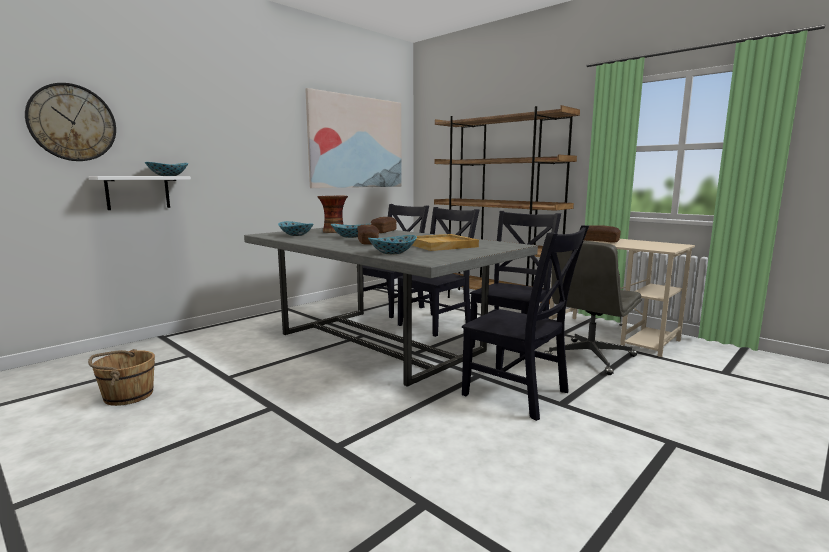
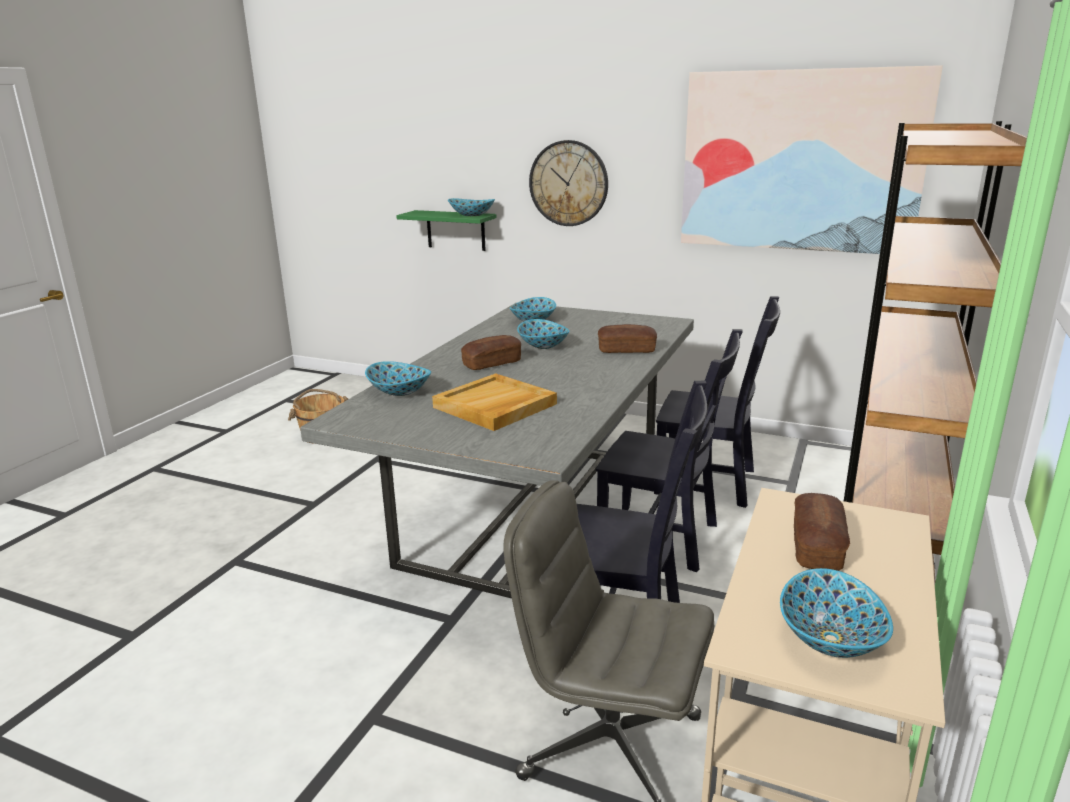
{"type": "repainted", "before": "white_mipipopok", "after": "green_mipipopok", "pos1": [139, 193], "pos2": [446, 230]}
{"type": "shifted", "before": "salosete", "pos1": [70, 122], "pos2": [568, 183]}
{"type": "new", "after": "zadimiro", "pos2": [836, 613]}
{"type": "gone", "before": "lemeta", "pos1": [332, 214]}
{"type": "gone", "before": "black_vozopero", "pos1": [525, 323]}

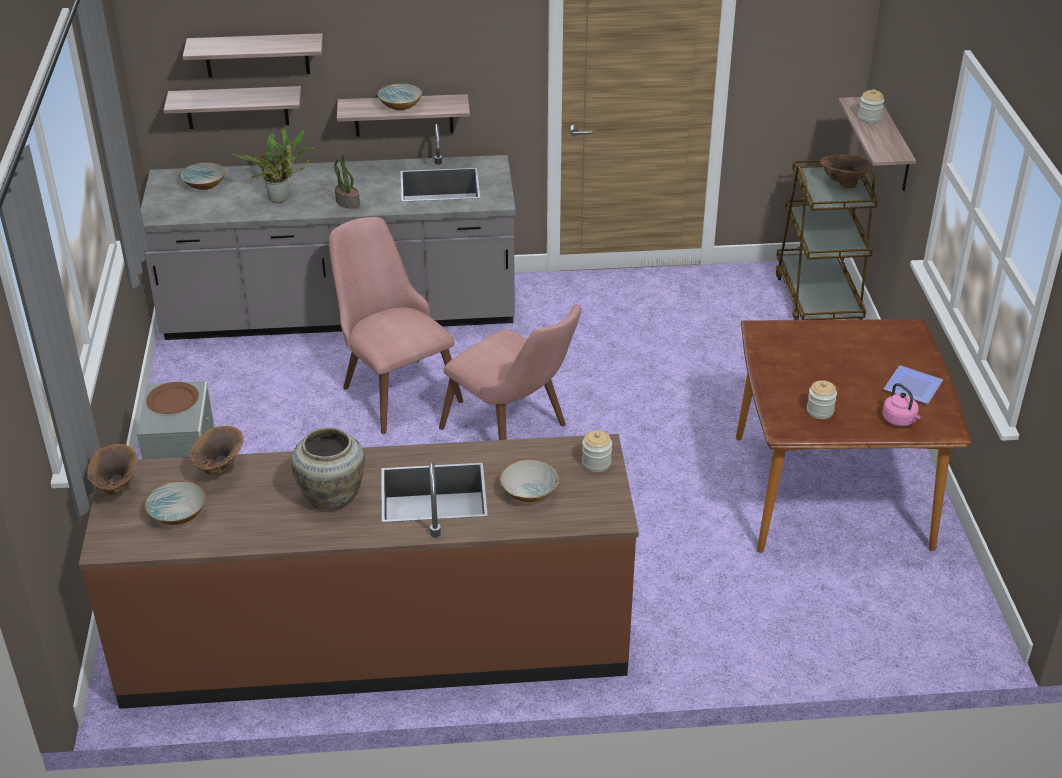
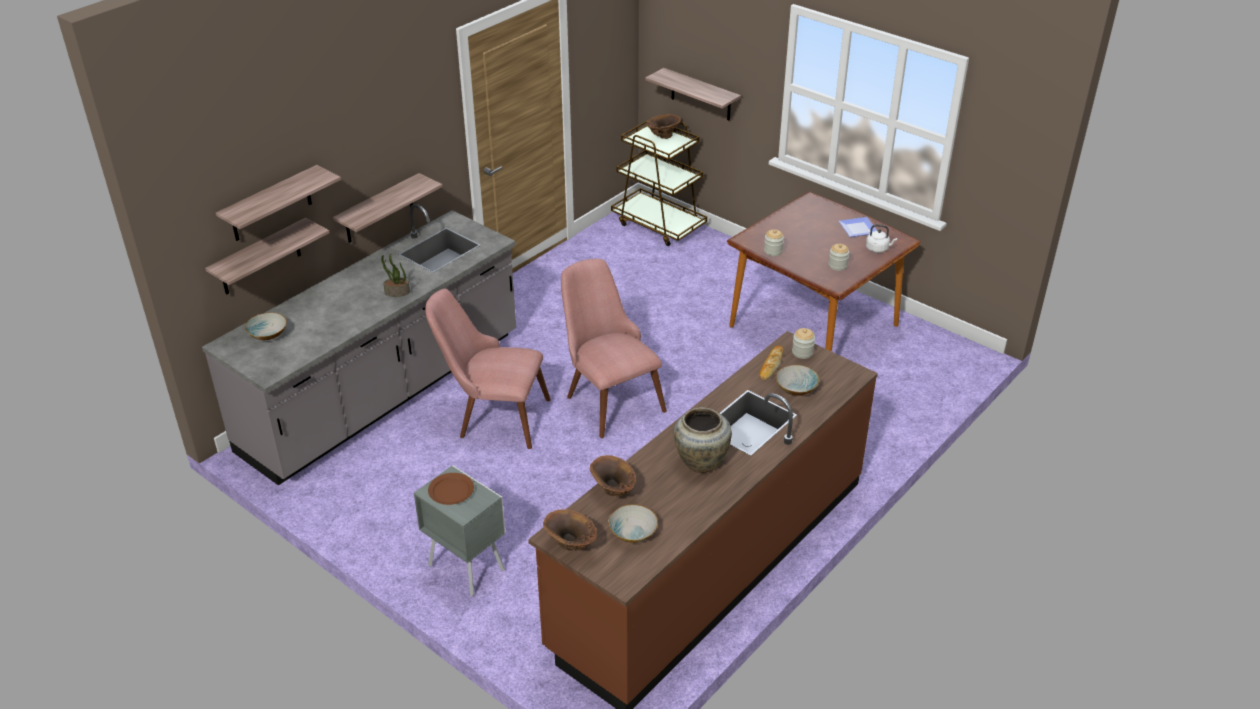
{"type": "rotated", "before": "pink_vozopero", "pos1": [510, 372], "pos2": [614, 348], "turn": -120}
{"type": "new", "after": "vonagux", "pos2": [771, 363]}
{"type": "shifted", "before": "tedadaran", "pos1": [871, 106], "pos2": [774, 242]}
{"type": "repainted", "before": "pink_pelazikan", "after": "white_pelazikan", "pos1": [902, 405], "pos2": [881, 238]}
{"type": "gone", "before": "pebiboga", "pos1": [274, 166]}
{"type": "gone", "before": "zadimiro", "pos1": [400, 97]}

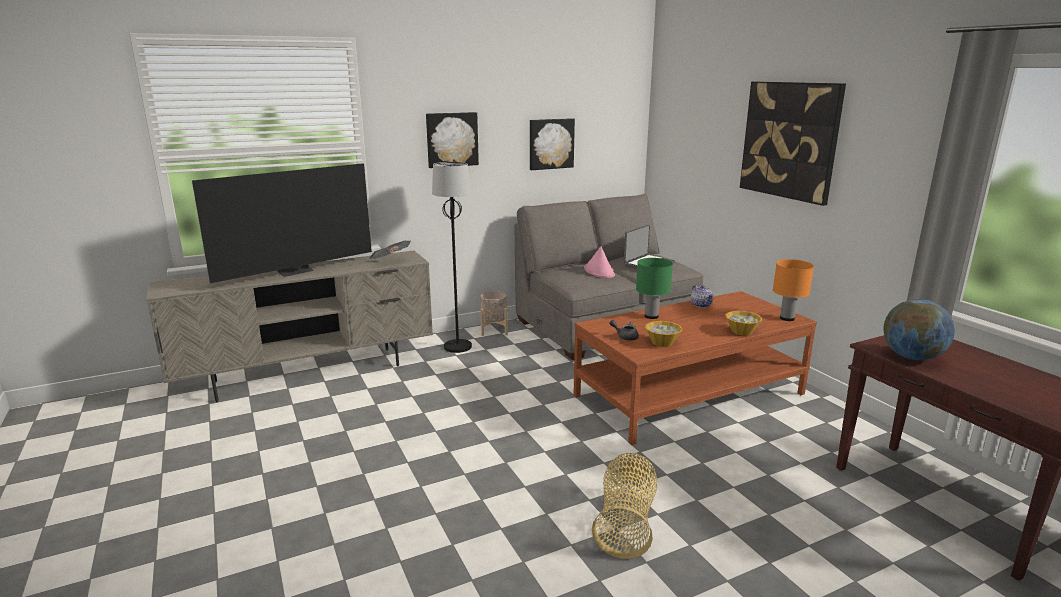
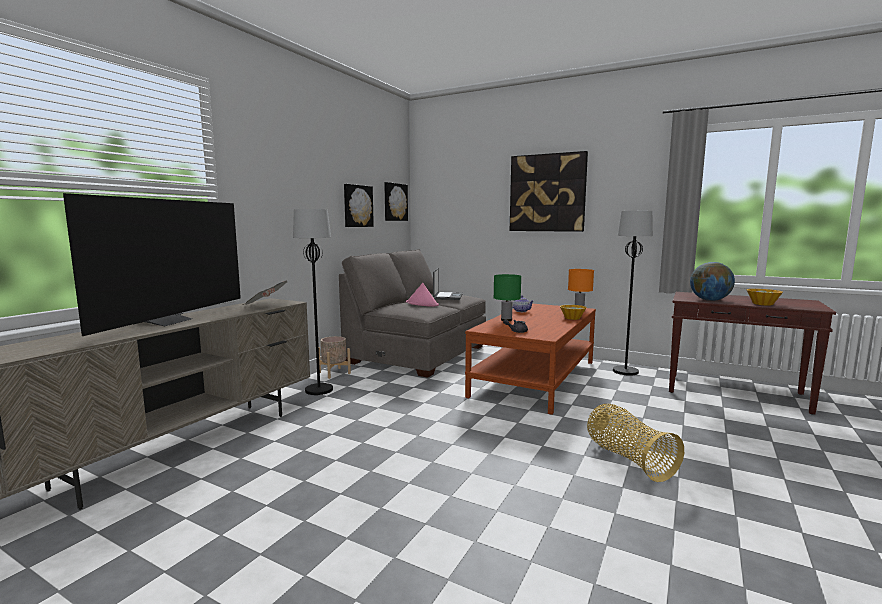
{"type": "shifted", "before": "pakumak", "pos1": [452, 140], "pos2": [396, 201]}
{"type": "new", "after": "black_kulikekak", "pos2": [633, 293]}
{"type": "shifted", "before": "zadimiro", "pos1": [664, 334], "pos2": [764, 297]}

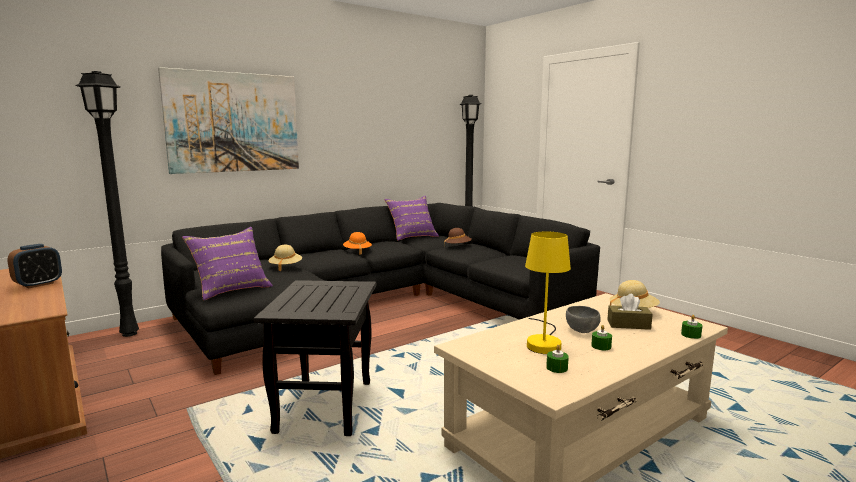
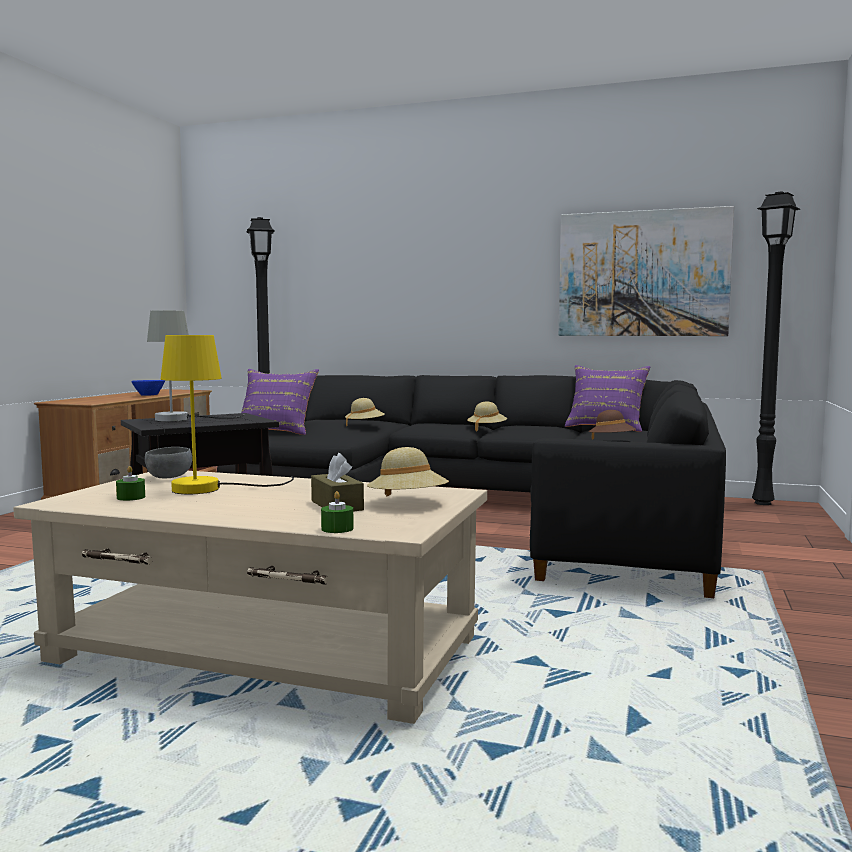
{"type": "swapped", "before": "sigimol", "after": "blue_zadimiro", "pos1": [34, 266], "pos2": [148, 388]}
{"type": "shifted", "before": "grey_zadimiro", "pos1": [583, 319], "pos2": [168, 462]}
{"type": "new", "after": "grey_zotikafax", "pos2": [196, 366]}
{"type": "repainted", "before": "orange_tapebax", "after": "beige_tapebax", "pos1": [357, 243], "pos2": [487, 416]}
{"type": "shifted", "before": "pakumak", "pos1": [228, 120], "pos2": [646, 271]}
{"type": "gone", "before": "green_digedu", "pos1": [601, 337]}

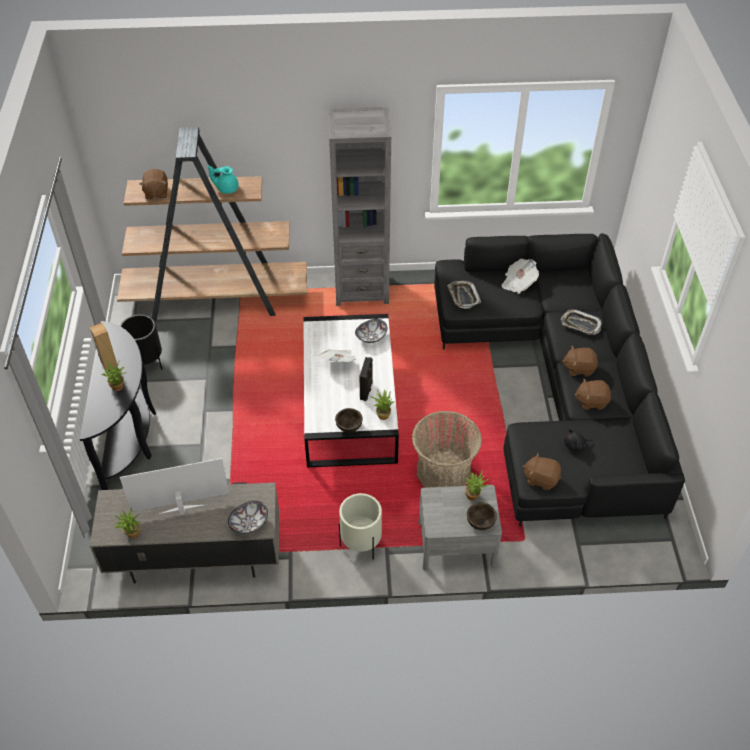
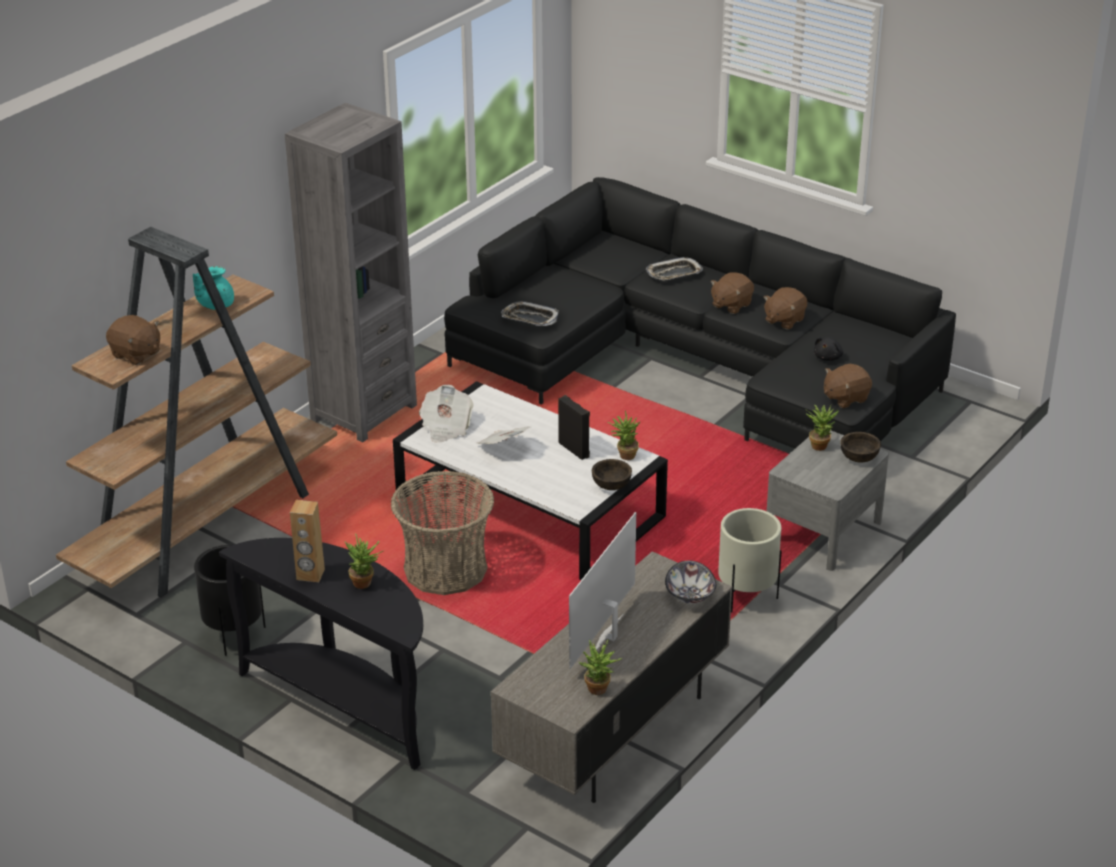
{"type": "shifted", "before": "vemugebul", "pos1": [447, 449], "pos2": [442, 533]}
{"type": "shifted", "before": "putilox", "pos1": [520, 276], "pos2": [446, 414]}
{"type": "gone", "before": "zadimiro", "pos1": [371, 331]}

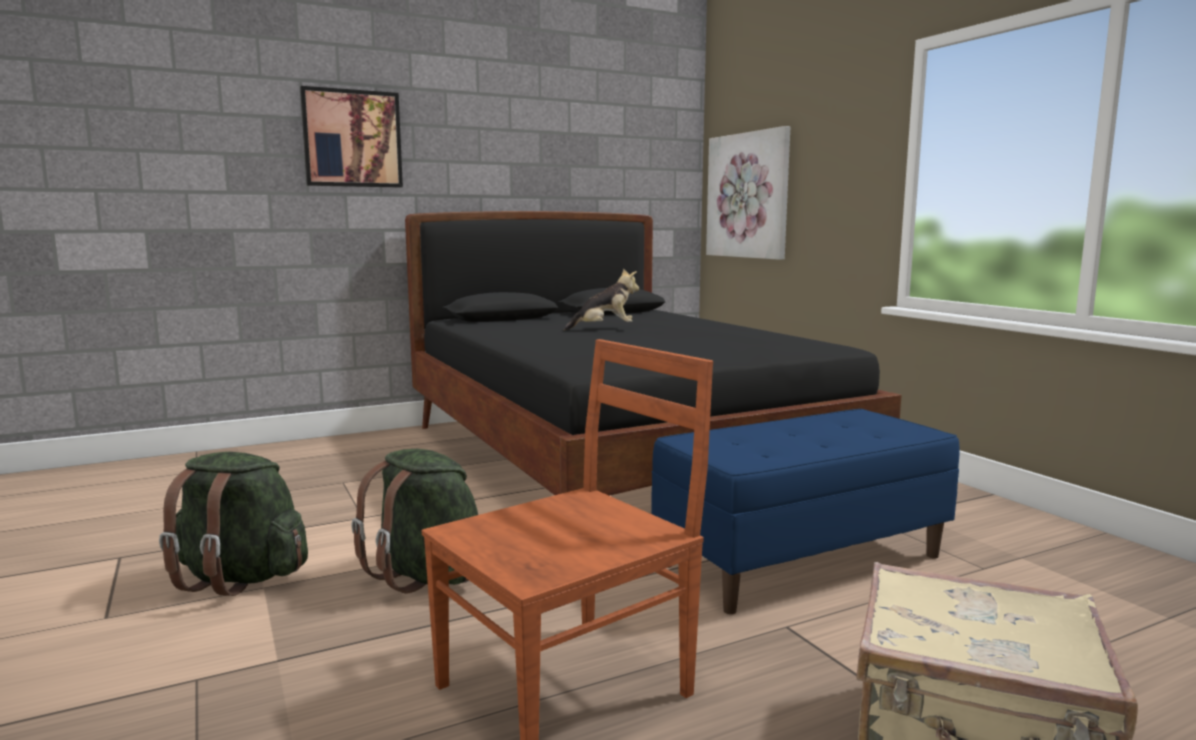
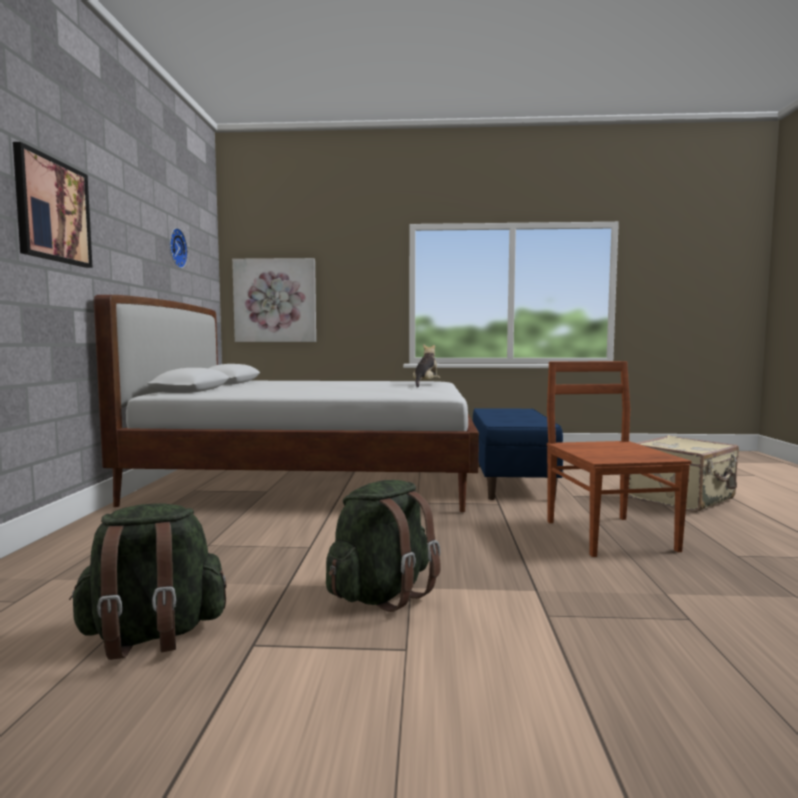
{"type": "shifted", "before": "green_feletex", "pos1": [414, 521], "pos2": [148, 581]}
{"type": "repainted", "before": "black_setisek", "after": "white_setisek", "pos1": [653, 353], "pos2": [286, 403]}
{"type": "new", "after": "salosete", "pos2": [179, 248]}
{"type": "shifted", "before": "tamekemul", "pos1": [601, 300], "pos2": [426, 365]}

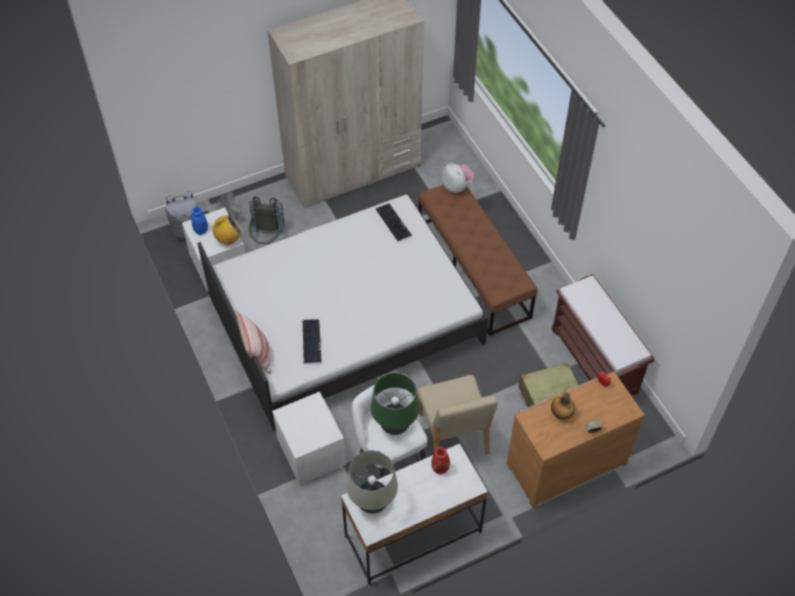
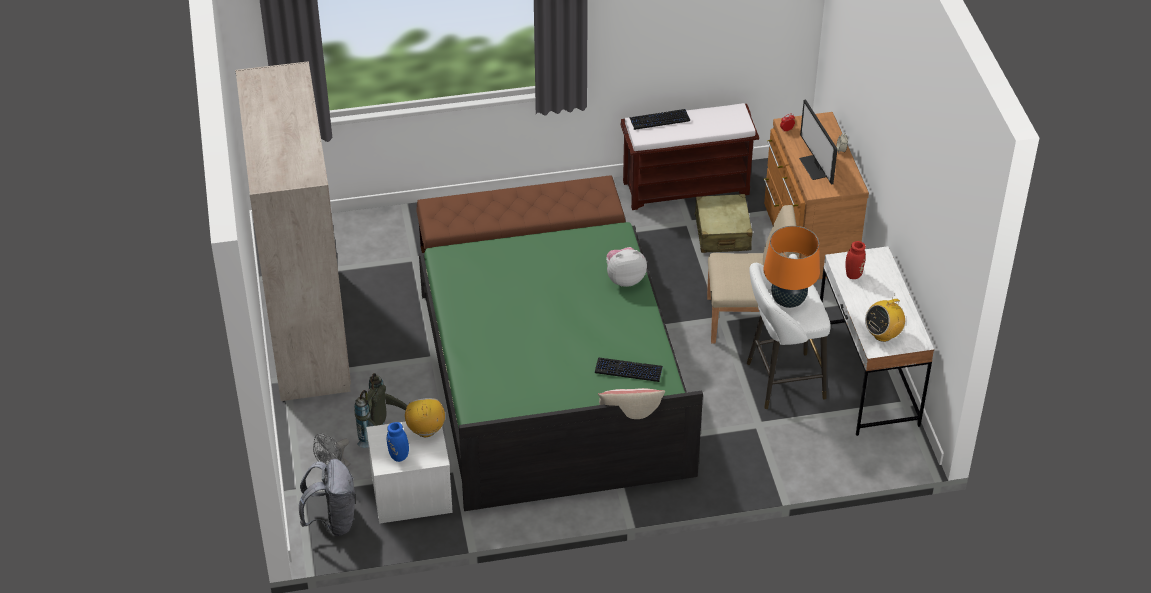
{"type": "repainted", "before": "white_setisek", "after": "green_setisek", "pos1": [342, 313], "pos2": [561, 366]}
{"type": "shifted", "before": "tamekemul", "pos1": [458, 178], "pos2": [626, 267]}
{"type": "shifted", "before": "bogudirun", "pos1": [394, 222], "pos2": [659, 119]}
{"type": "repainted", "before": "green_zotikafax", "after": "orange_zotikafax", "pos1": [395, 403], "pos2": [791, 267]}
{"type": "swapped", "before": "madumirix", "after": "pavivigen", "pos1": [563, 405], "pos2": [818, 142]}
{"type": "swapped", "before": "beige_zotikafax", "after": "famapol", "pos1": [372, 482], "pos2": [885, 319]}
{"type": "gone", "before": "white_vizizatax", "pos1": [309, 438]}

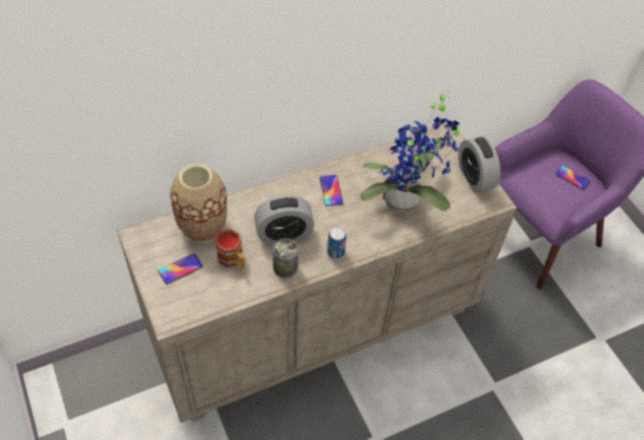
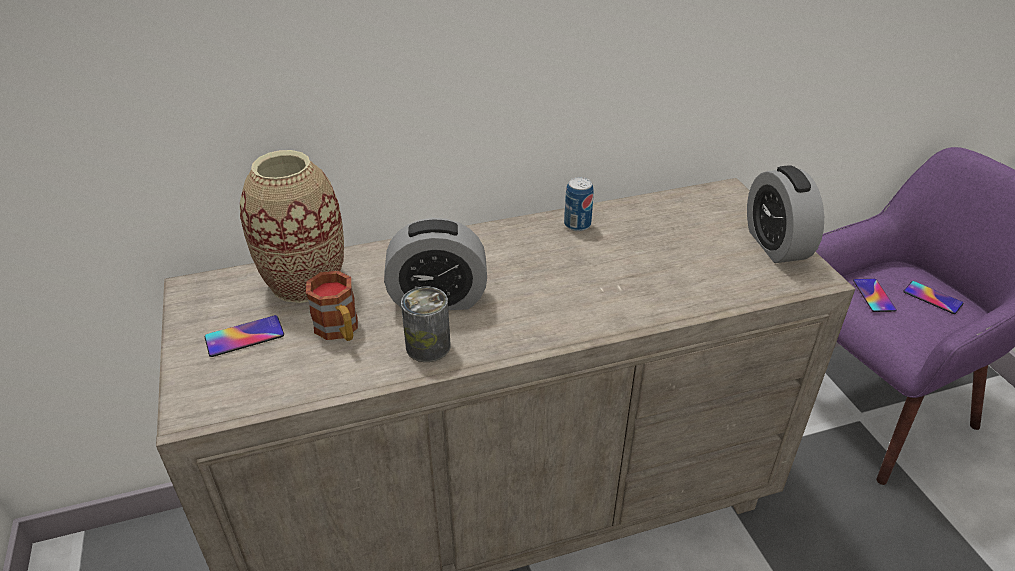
{"type": "shifted", "before": "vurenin", "pos1": [336, 243], "pos2": [579, 204]}
{"type": "shifted", "before": "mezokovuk", "pos1": [331, 190], "pos2": [875, 295]}
{"type": "gone", "before": "pebiboga", "pos1": [410, 150]}

